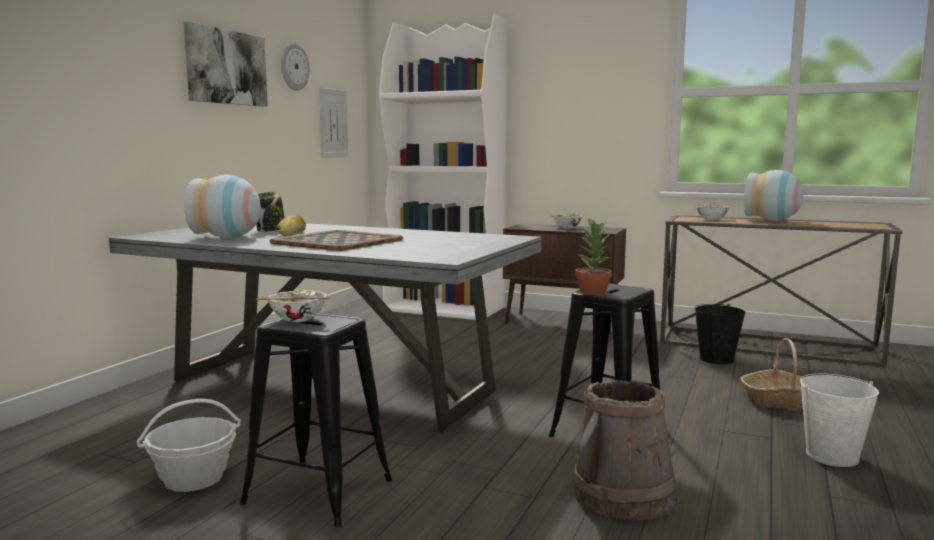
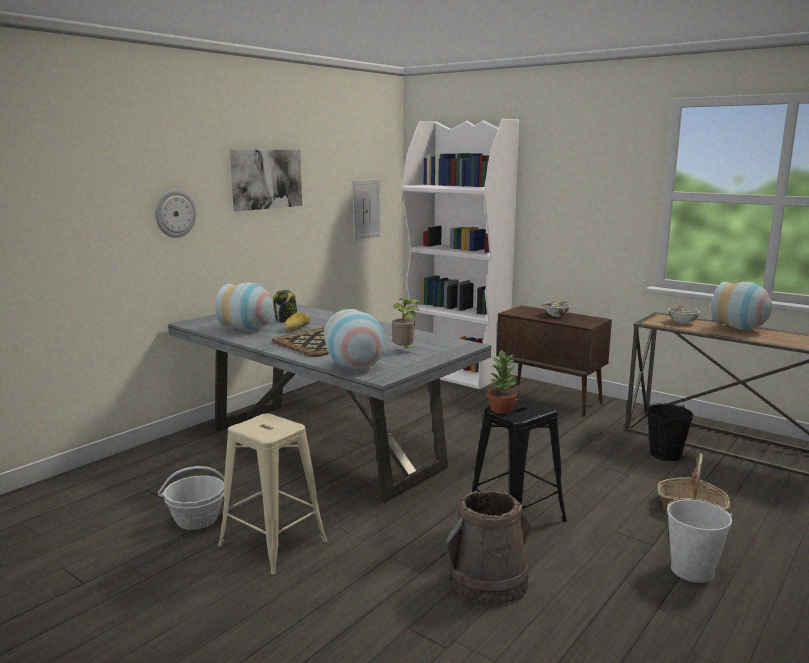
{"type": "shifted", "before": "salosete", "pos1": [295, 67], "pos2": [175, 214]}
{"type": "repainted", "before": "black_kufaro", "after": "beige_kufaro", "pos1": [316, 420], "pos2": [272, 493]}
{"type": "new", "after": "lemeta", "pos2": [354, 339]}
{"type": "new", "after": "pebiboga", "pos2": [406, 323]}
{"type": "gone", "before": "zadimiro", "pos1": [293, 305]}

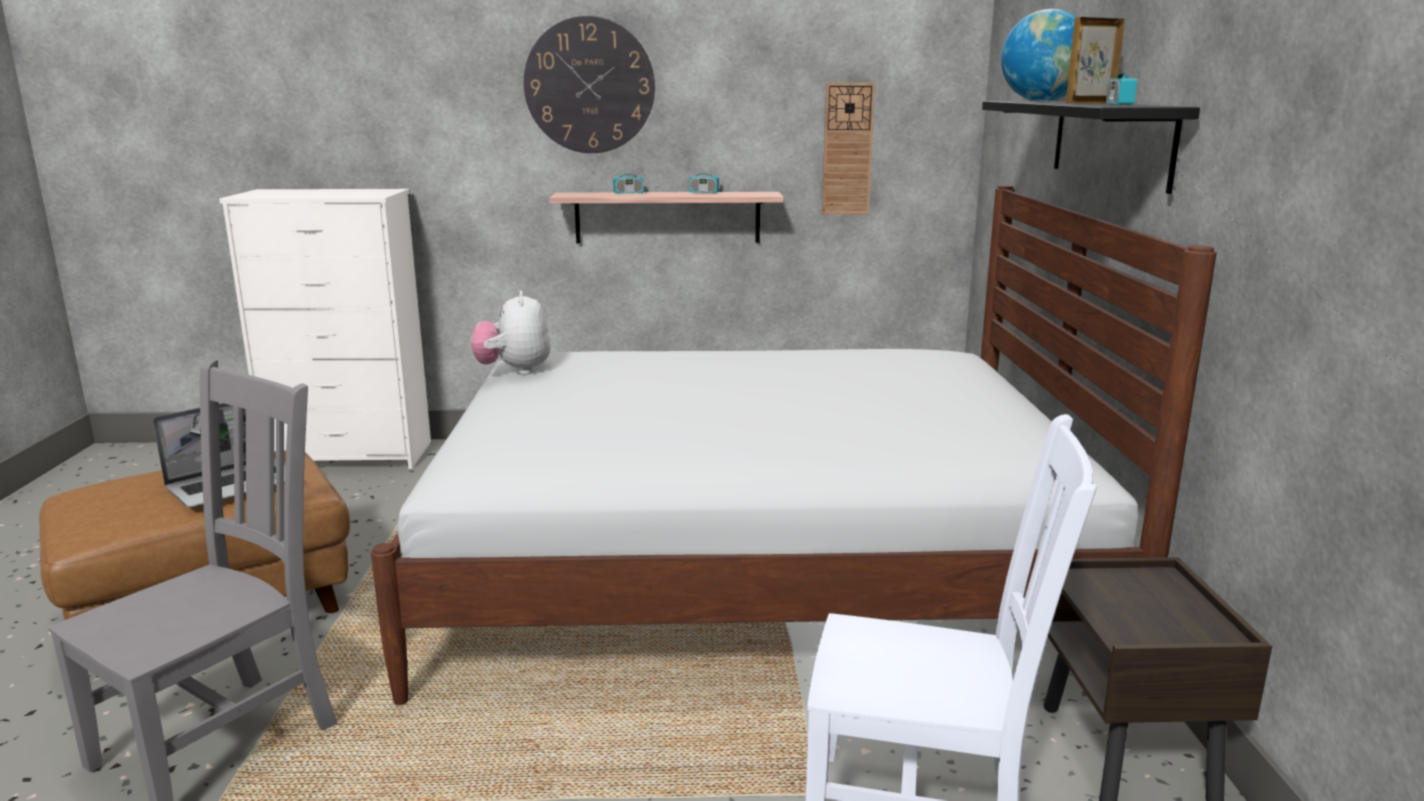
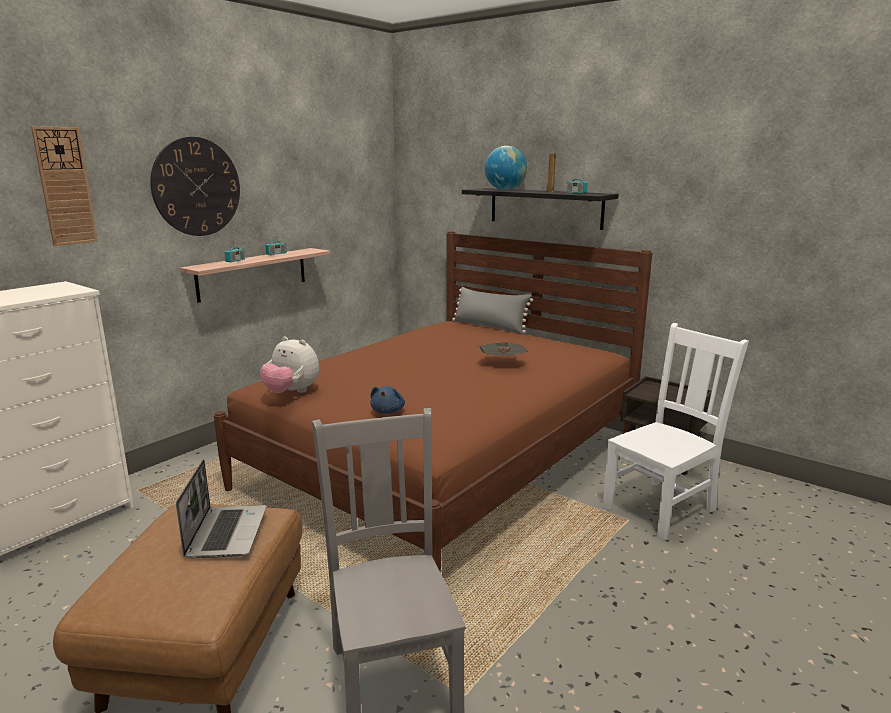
{"type": "shifted", "before": "salosete", "pos1": [848, 149], "pos2": [64, 186]}
{"type": "repainted", "before": "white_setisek", "after": "brown_setisek", "pos1": [794, 445], "pos2": [433, 402]}
{"type": "new", "after": "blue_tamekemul", "pos2": [387, 400]}
{"type": "new", "after": "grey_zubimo", "pos2": [492, 310]}
{"type": "new", "after": "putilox", "pos2": [502, 349]}

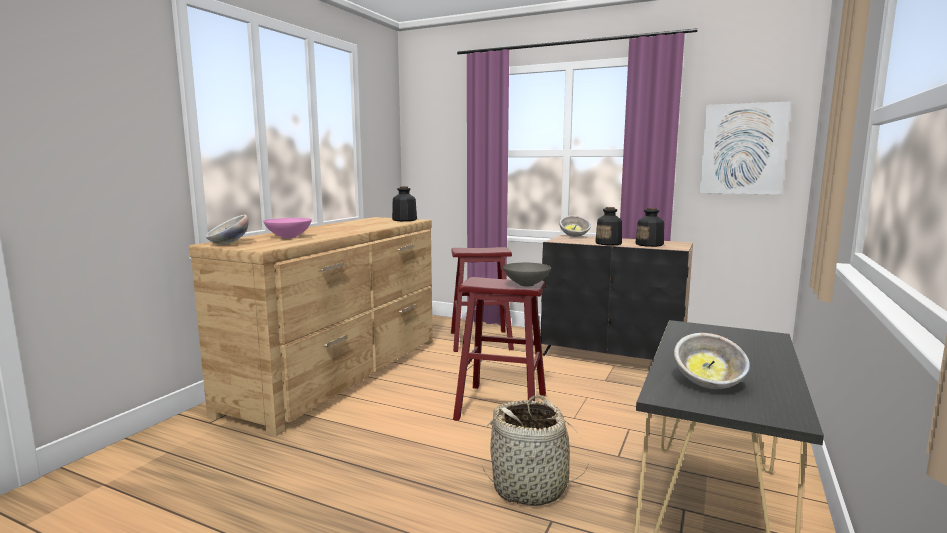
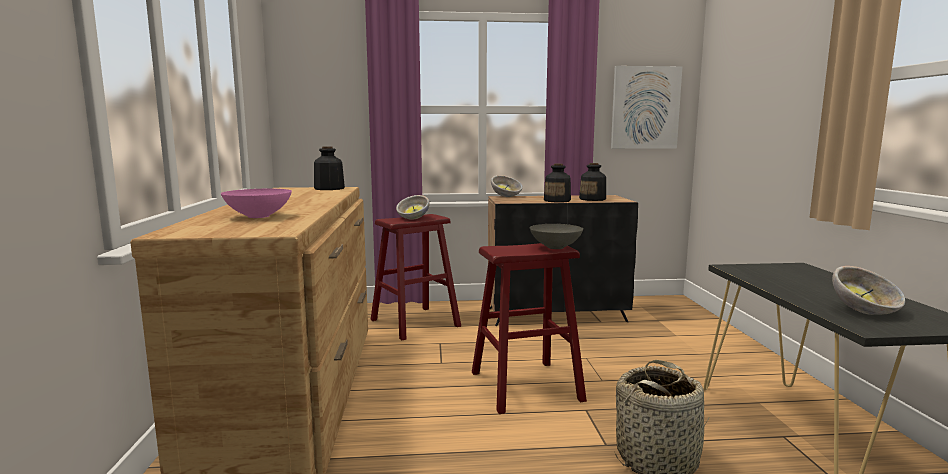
{"type": "shifted", "before": "zadimiro", "pos1": [227, 229], "pos2": [413, 207]}

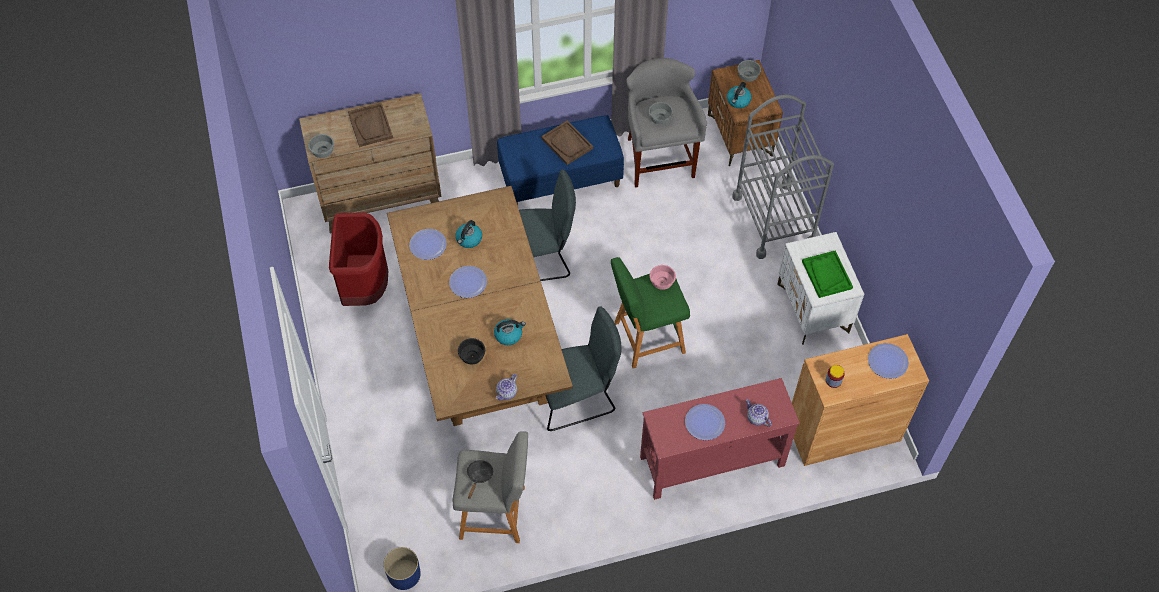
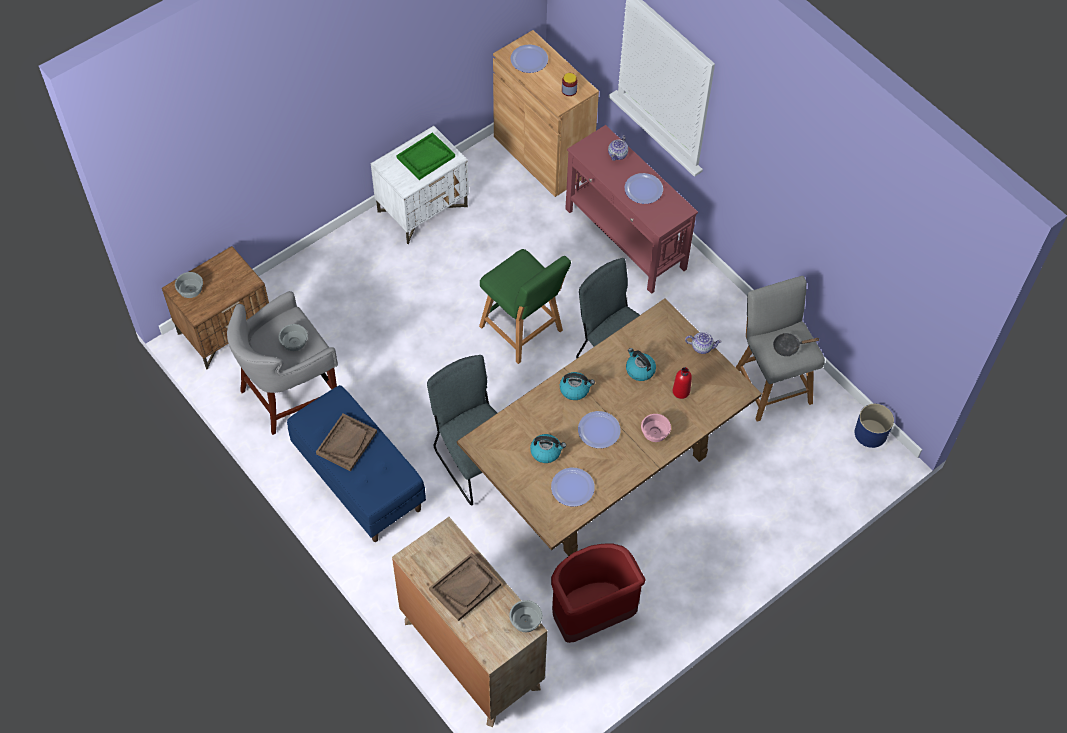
{"type": "shifted", "before": "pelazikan", "pos1": [739, 95], "pos2": [577, 386]}
{"type": "shifted", "before": "pink_zadimiro", "pos1": [663, 277], "pos2": [656, 428]}
{"type": "swapped", "before": "black_zadimiro", "after": "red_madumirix", "pos1": [471, 351], "pos2": [682, 383]}
{"type": "gone", "before": "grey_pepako", "pos1": [783, 177]}

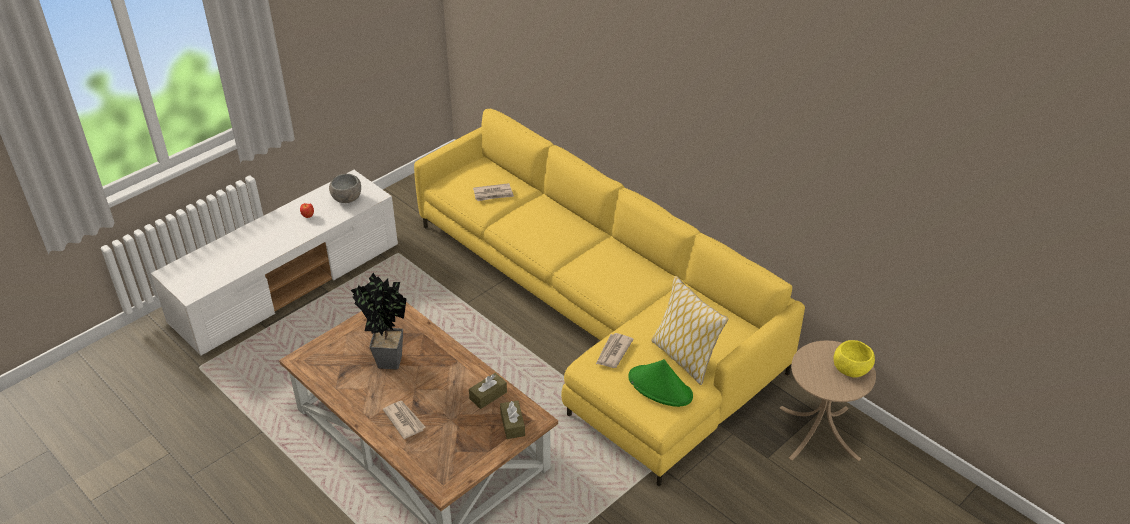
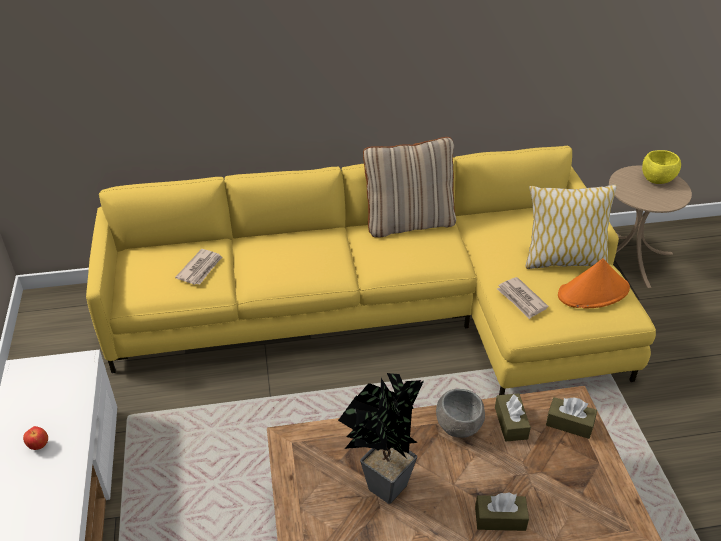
{"type": "new", "after": "beige_zubimo", "pos2": [409, 187]}
{"type": "shifted", "before": "grey_zadimiro", "pos1": [345, 188], "pos2": [460, 413]}
{"type": "swapped", "before": "putilox", "after": "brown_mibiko", "pos1": [404, 420], "pos2": [502, 511]}
{"type": "repainted", "before": "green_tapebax", "after": "orange_tapebax", "pos1": [660, 383], "pos2": [594, 283]}

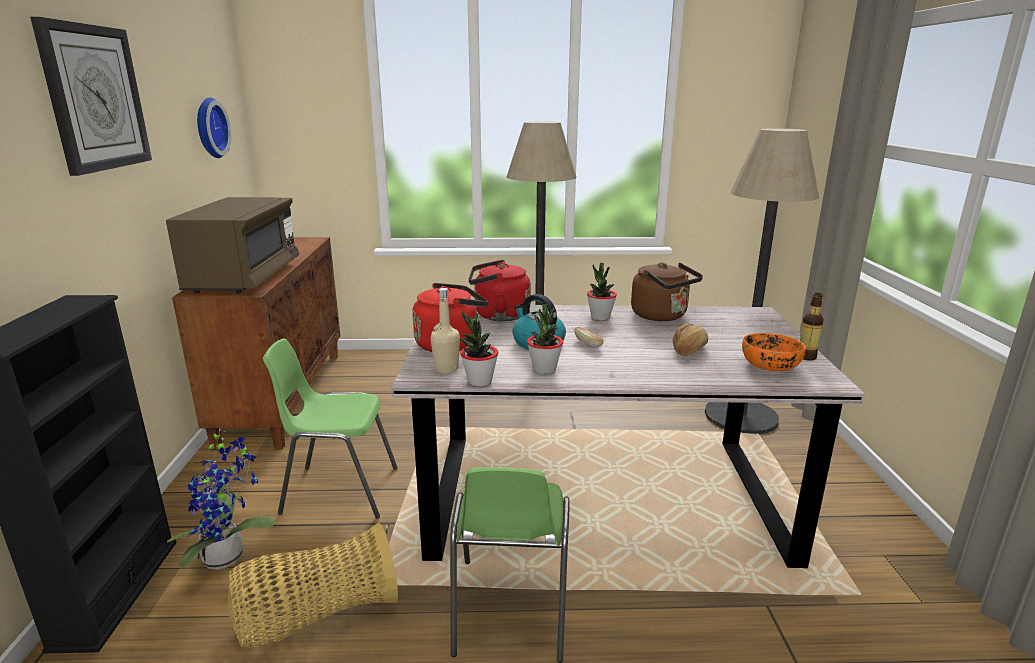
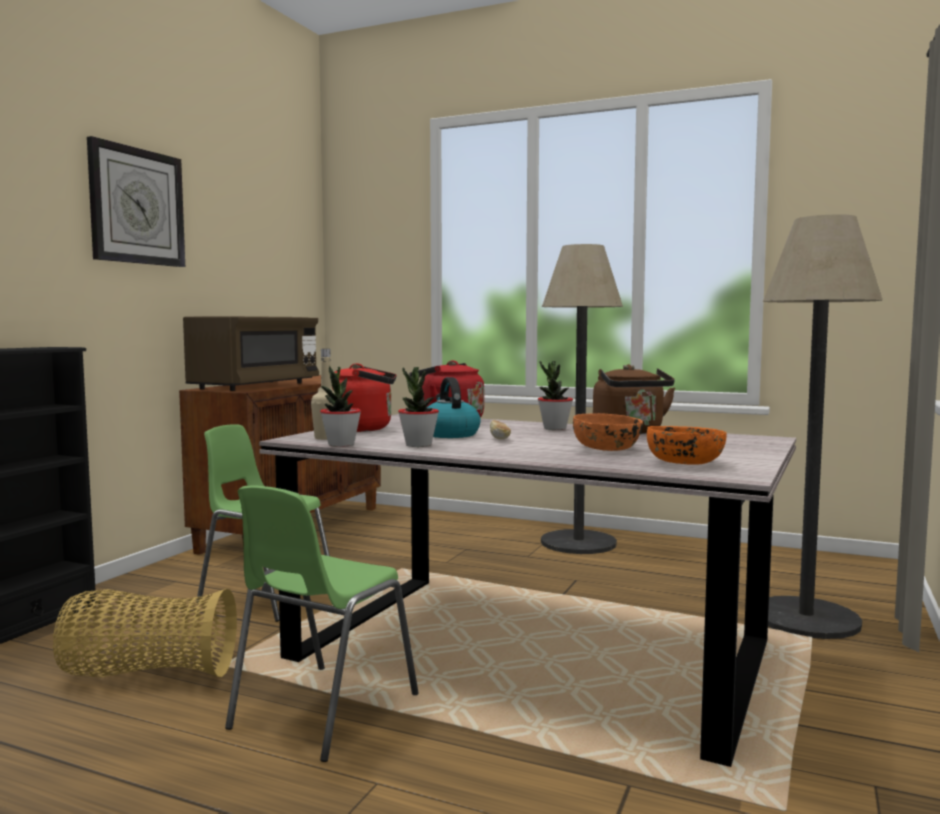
{"type": "swapped", "before": "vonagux", "after": "orange_zadimiro", "pos1": [690, 340], "pos2": [608, 432]}
{"type": "gone", "before": "pebiboga", "pos1": [221, 499]}
{"type": "gone", "before": "salosete", "pos1": [214, 127]}
{"type": "gone", "before": "madumirix", "pos1": [812, 327]}

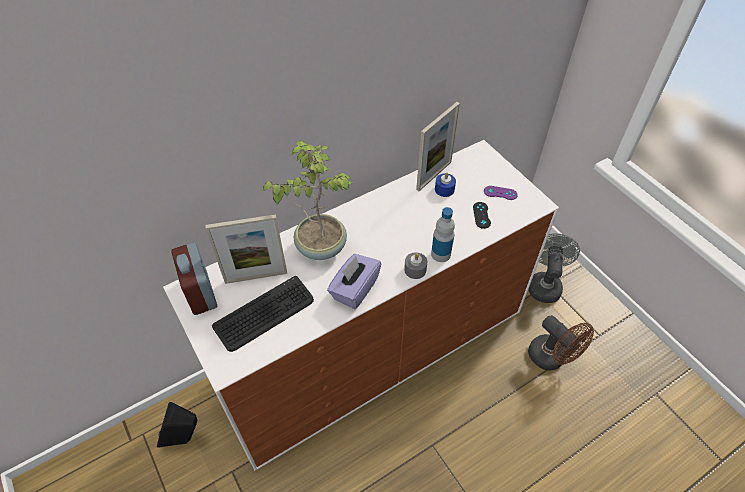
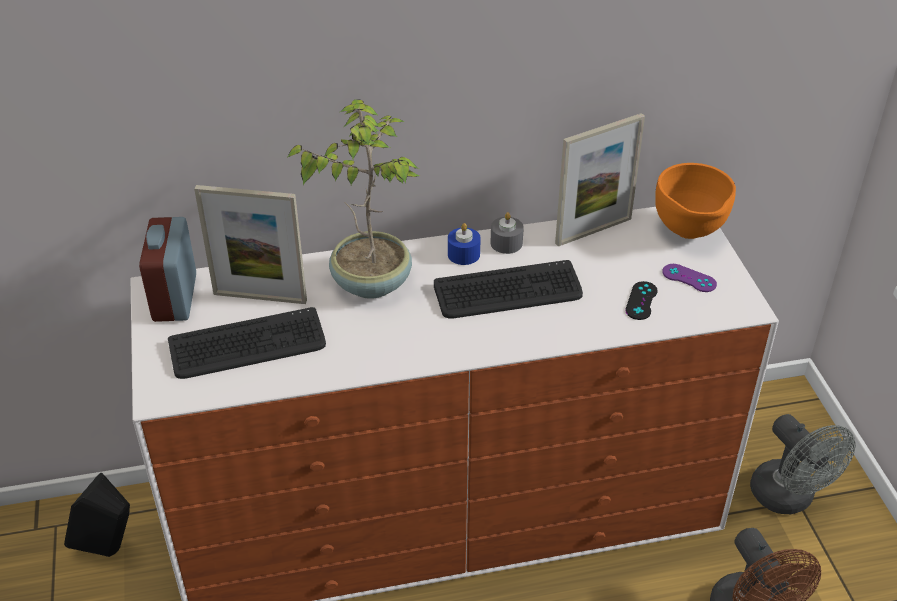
{"type": "new", "after": "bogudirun", "pos2": [508, 289]}
{"type": "shifted", "before": "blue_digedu", "pos1": [445, 185], "pos2": [464, 244]}
{"type": "shifted", "before": "grey_digedu", "pos1": [415, 265], "pos2": [507, 233]}
{"type": "new", "after": "orange_zadimiro", "pos2": [695, 201]}
{"type": "rotated", "before": "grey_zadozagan", "pos1": [554, 268], "pos2": [802, 464], "turn": 120}
{"type": "gone", "before": "purple_mibiko", "pos1": [354, 281]}
{"type": "gone", "before": "madumirix", "pos1": [443, 234]}

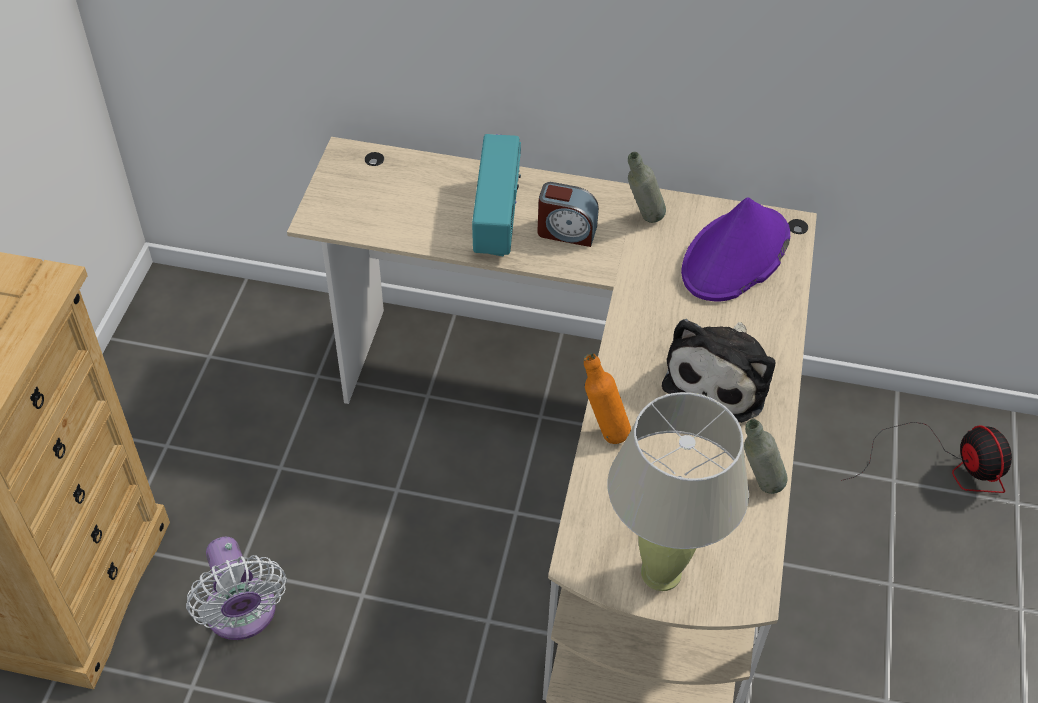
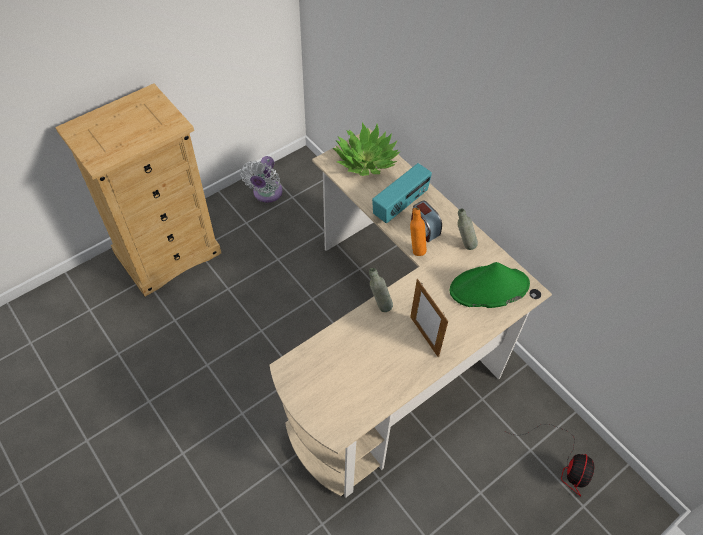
{"type": "shifted", "before": "white_zadozagan", "pos1": [236, 588], "pos2": [261, 179]}
{"type": "new", "after": "pebiboga", "pos2": [366, 149]}
{"type": "shifted", "before": "grey_madumirix", "pos1": [766, 456], "pos2": [381, 290]}
{"type": "shifted", "before": "orange_madumirix", "pos1": [607, 398], "pos2": [418, 231]}
{"type": "swapped", "before": "tamekemul", "after": "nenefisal", "pos1": [718, 371], "pos2": [429, 318]}
{"type": "repainted", "before": "purple_tapebax", "after": "green_tapebax", "pos1": [735, 249], "pos2": [490, 285]}
{"type": "gone", "before": "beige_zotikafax", "pos1": [678, 491]}

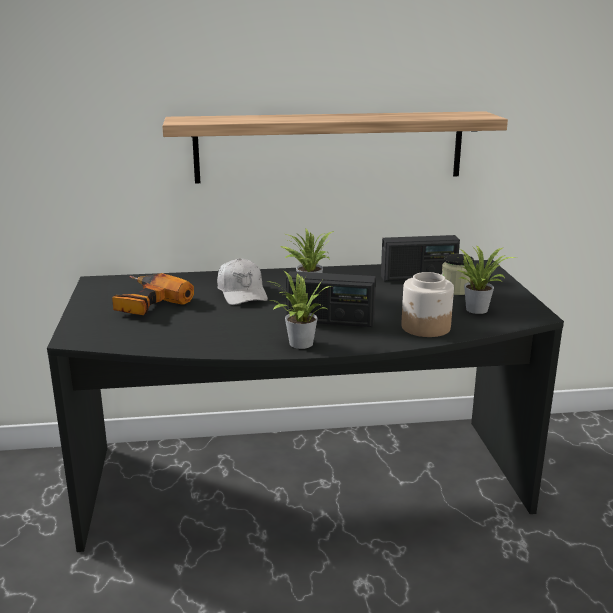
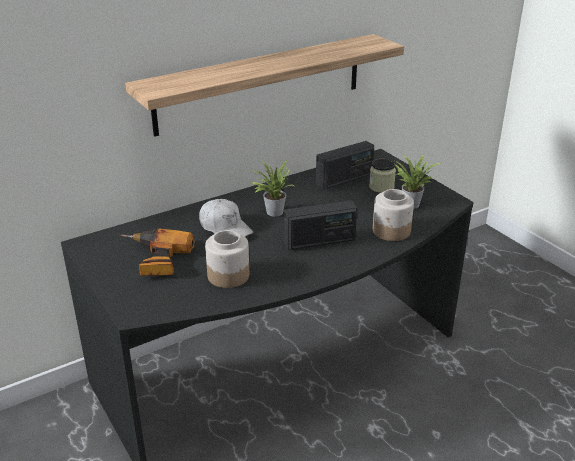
{"type": "new", "after": "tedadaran", "pos2": [227, 259]}
{"type": "gone", "before": "pebiboga", "pos1": [298, 310]}

